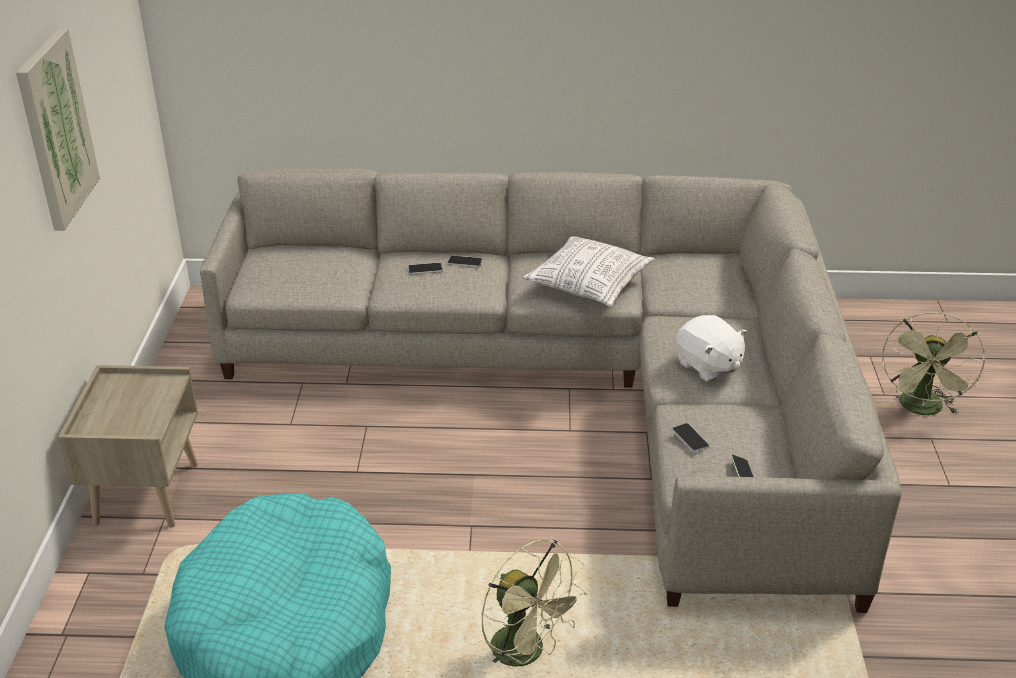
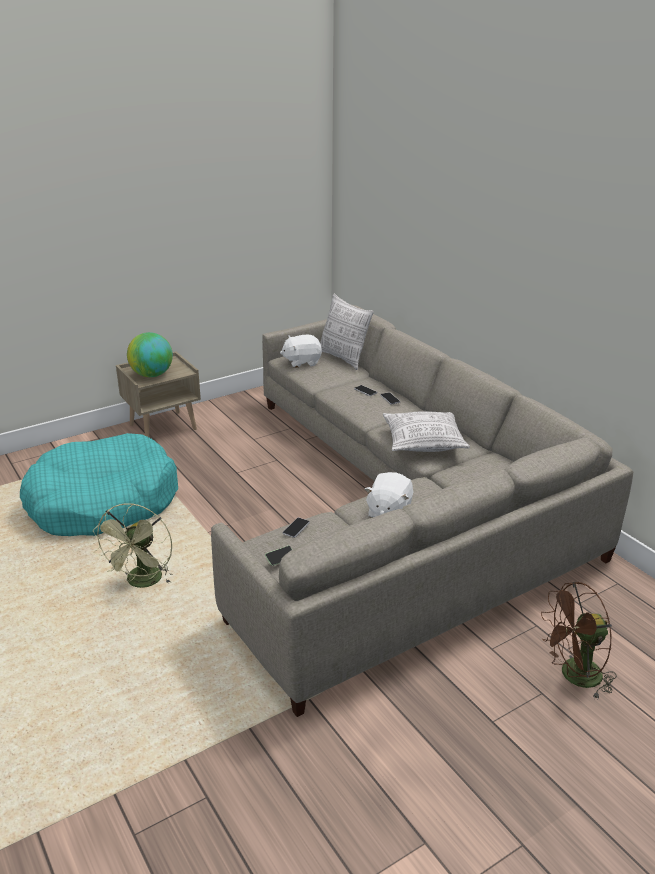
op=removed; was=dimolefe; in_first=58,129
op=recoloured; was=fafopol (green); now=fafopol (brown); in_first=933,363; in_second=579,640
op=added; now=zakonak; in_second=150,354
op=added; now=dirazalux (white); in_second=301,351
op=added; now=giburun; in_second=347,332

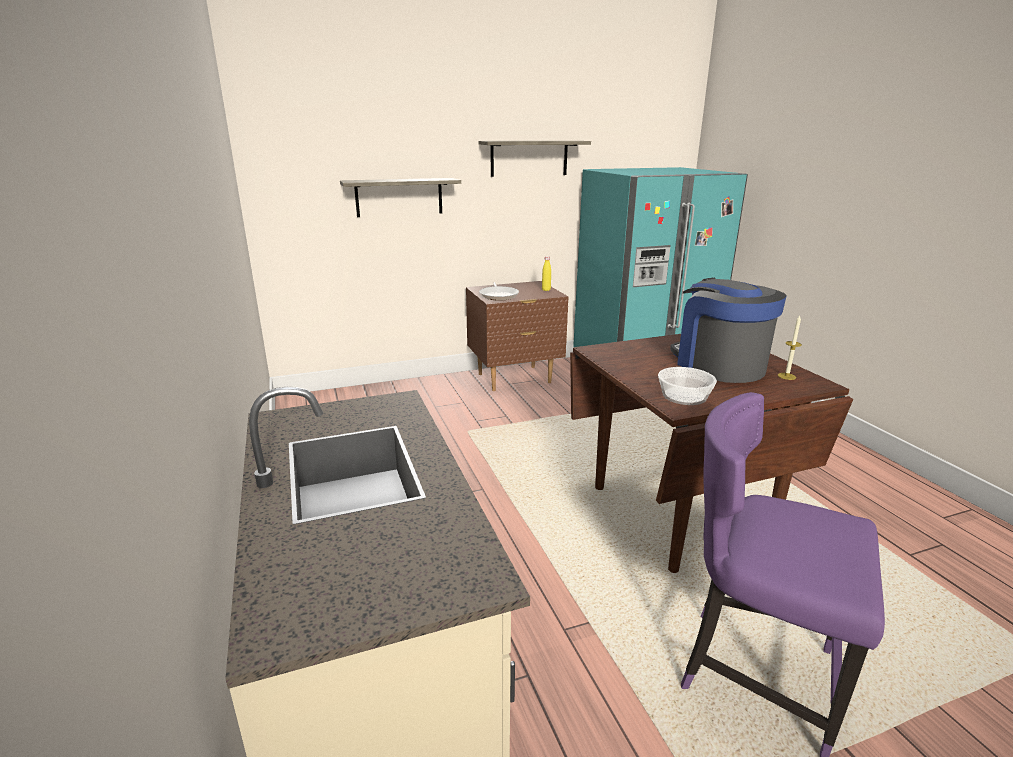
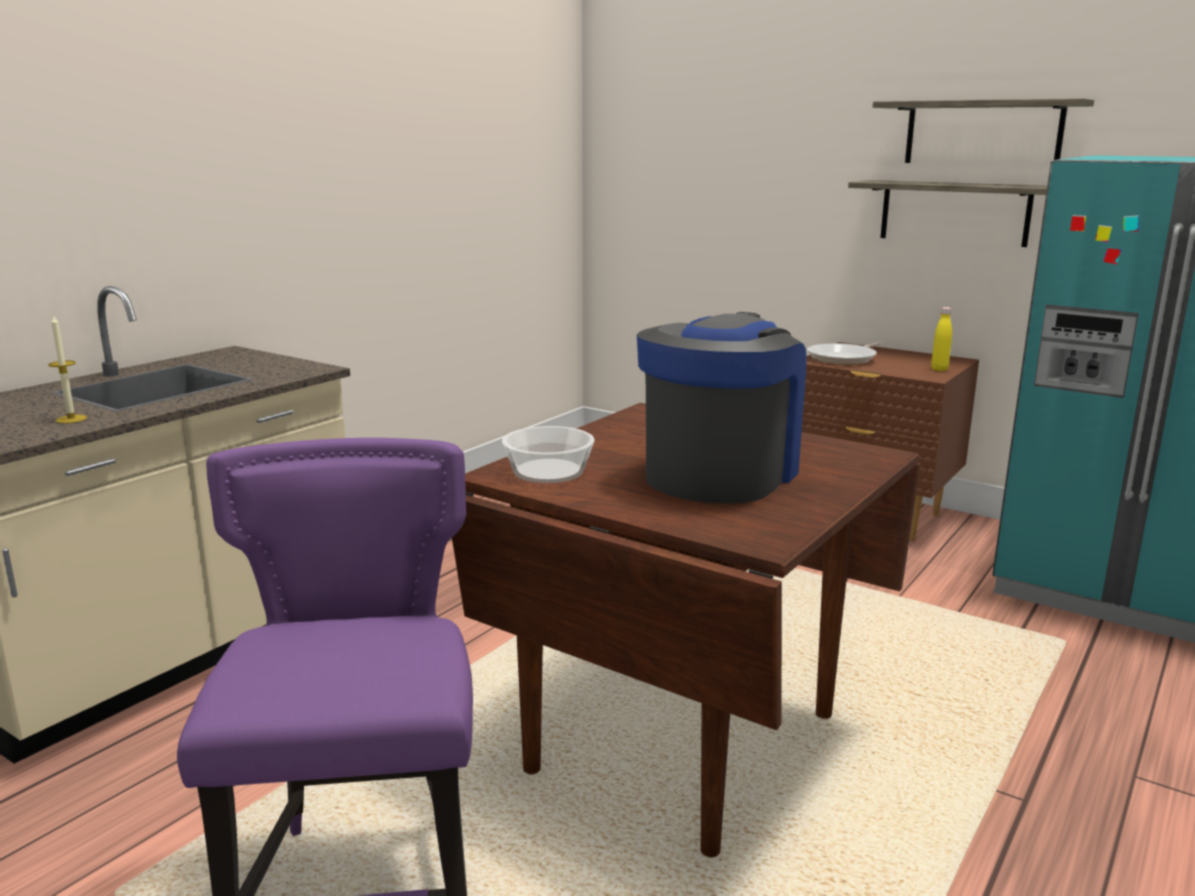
op=moved; was=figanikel; in_first=400,197; in_second=947,213
op=moved; was=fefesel; in_first=790,348; in_second=67,368

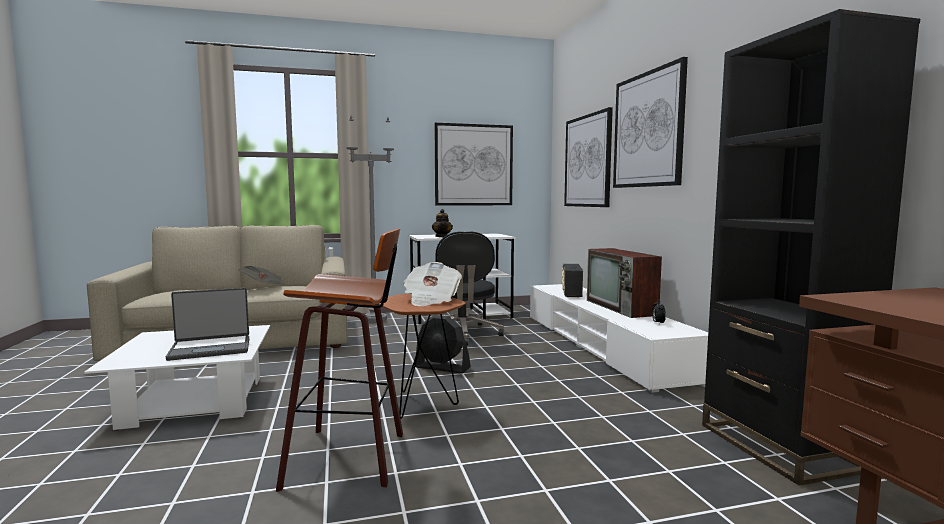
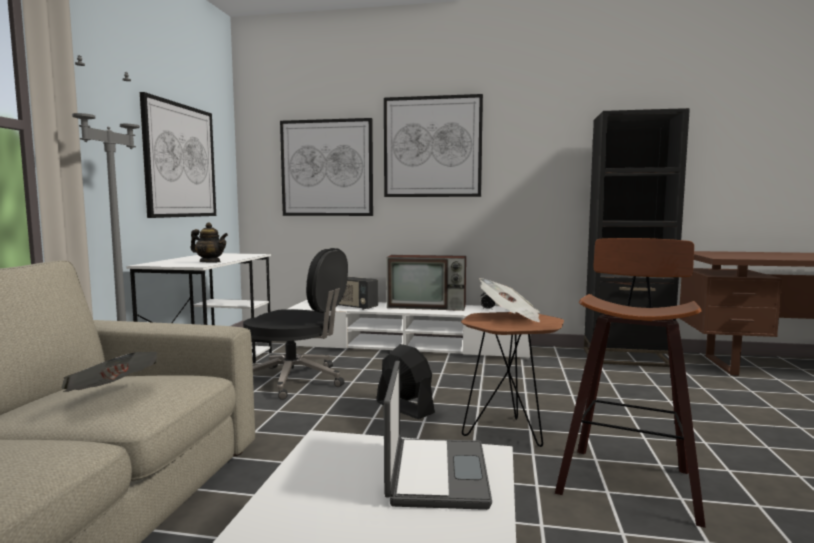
op=turned; was=fafopol (black); in_first=443,344; in_second=405,381; clockwise=-90

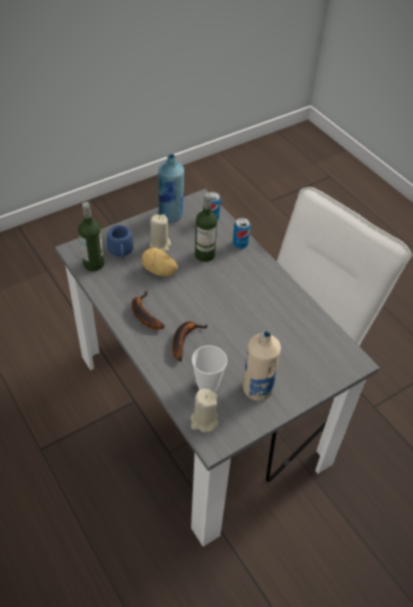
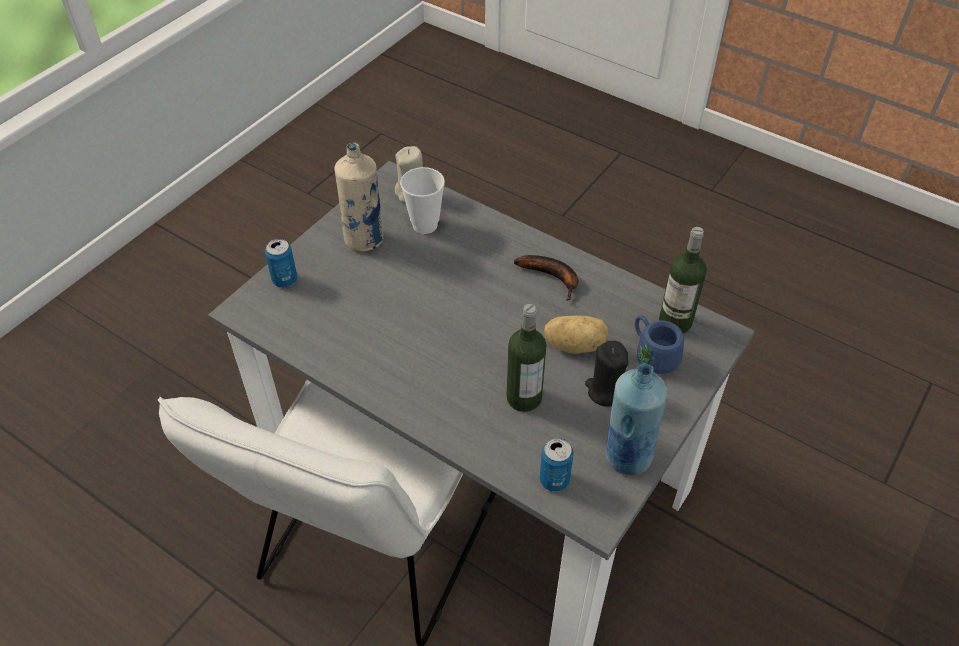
op=recoloured; was=fefesel (beige); now=fefesel (black); in_first=160,233; in_second=606,374
op=removed; was=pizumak; in_first=190,341
op=moved; was=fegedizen; in_first=242,233; in_second=281,263

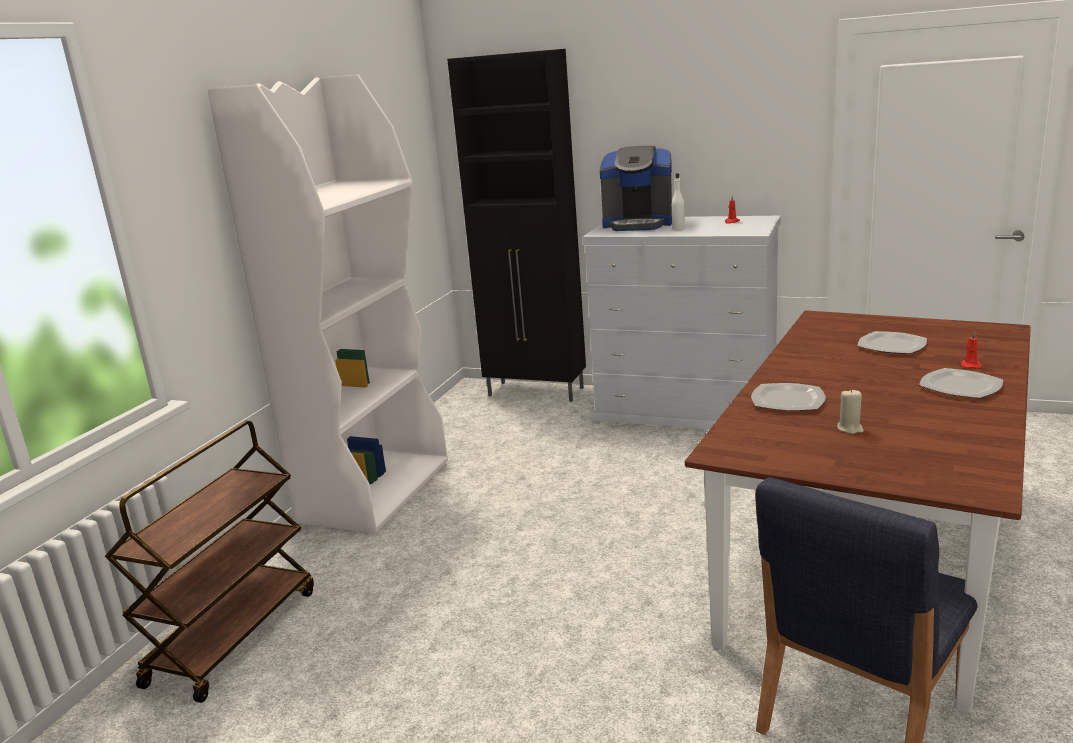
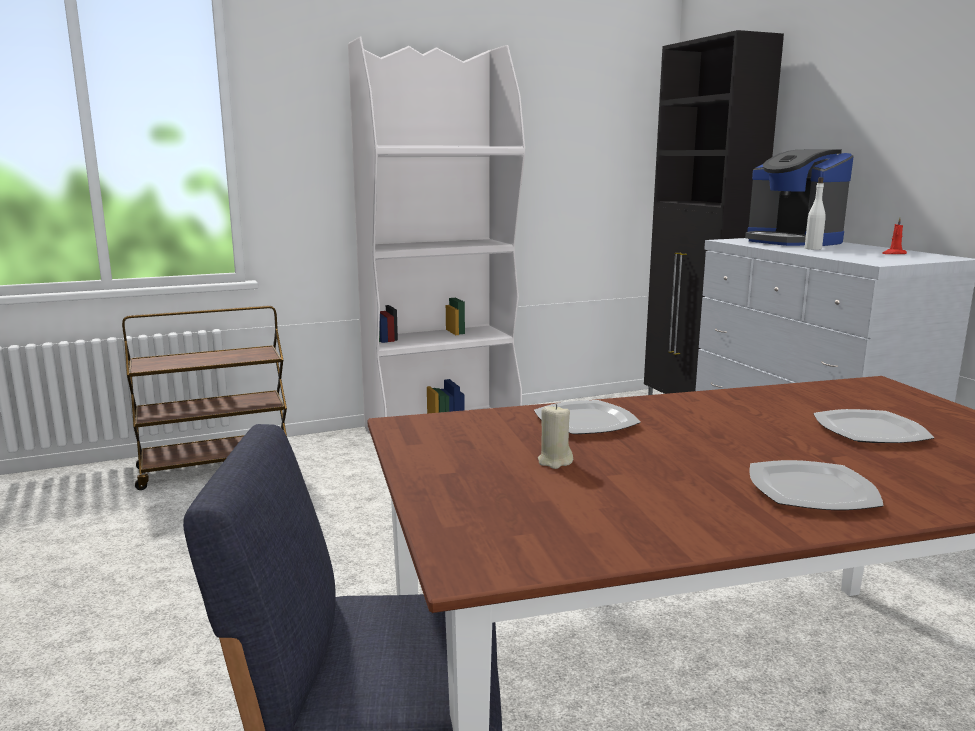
op=removed; was=fefesel (red); in_first=971,350

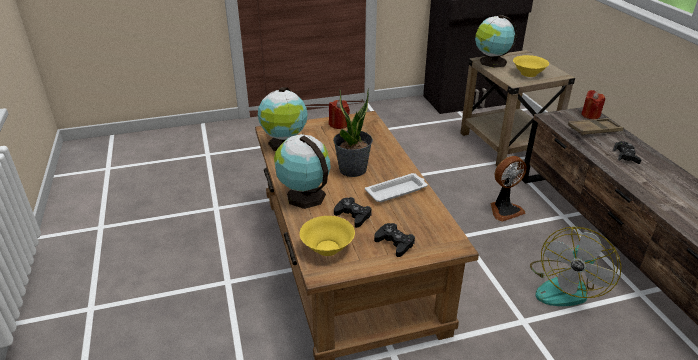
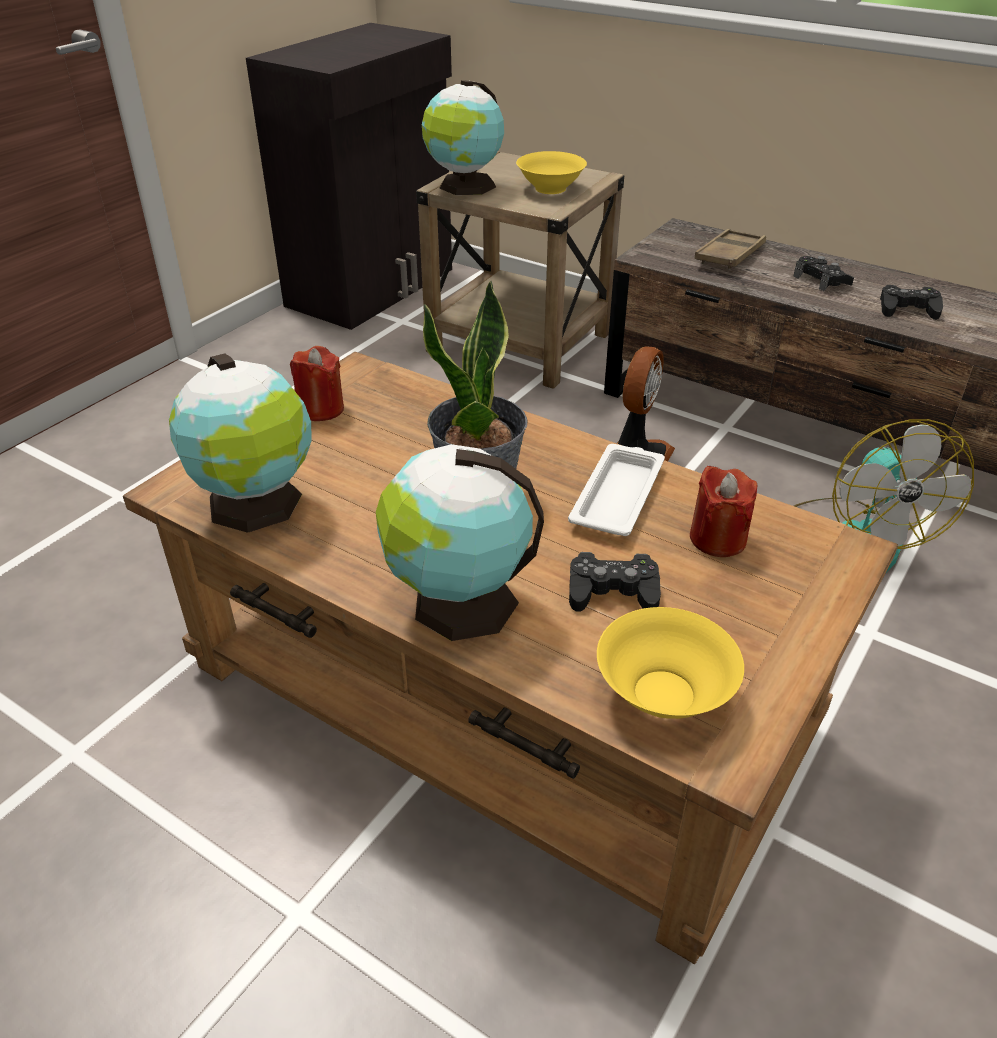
op=moved; was=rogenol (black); in_first=394,240; in_second=911,302
op=moved; was=fefesel (red); in_first=593,104; in_second=723,511

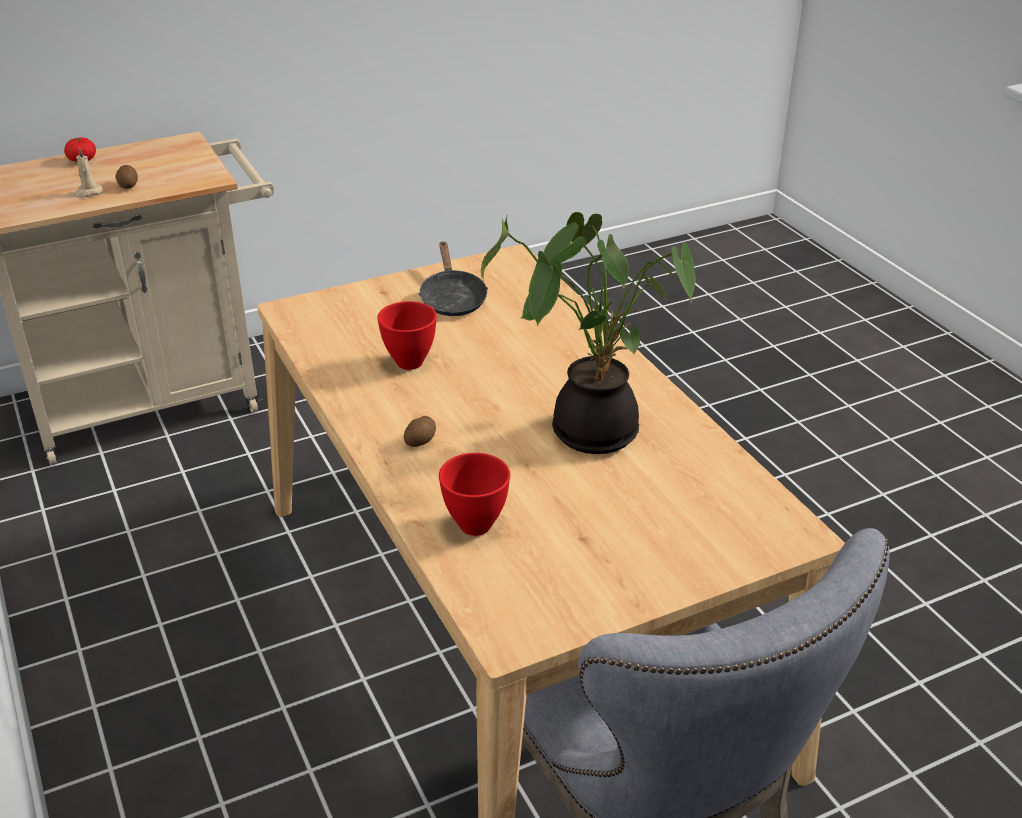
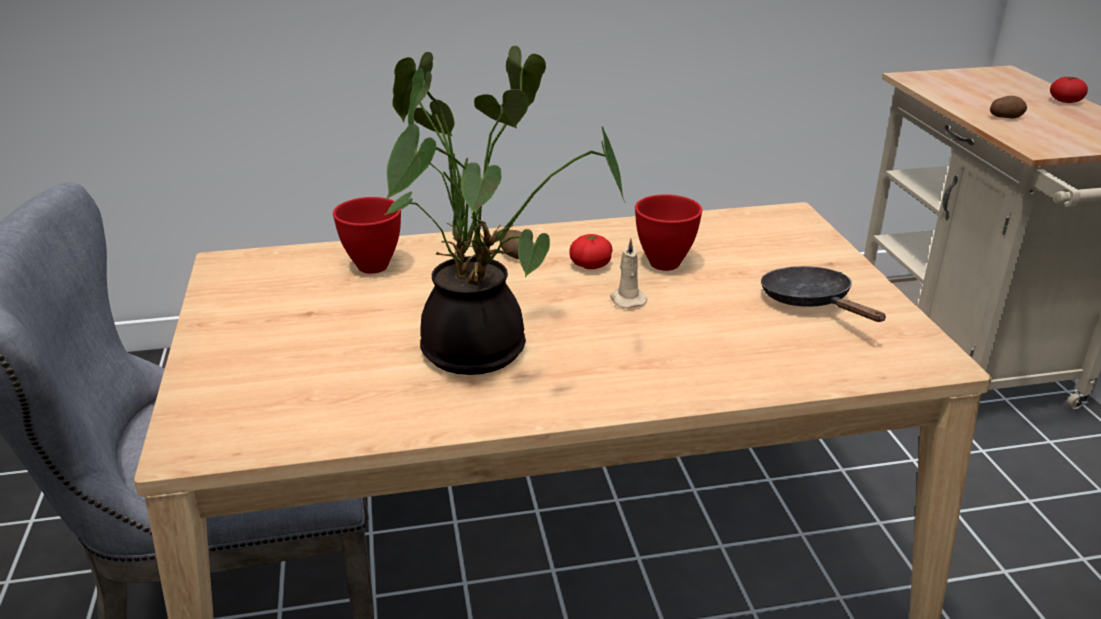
op=moved; was=fefesel (beige); in_first=88,172; in_second=629,273
op=turned; was=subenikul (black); in_first=453,278; in_second=823,294; clockwise=60
op=added; now=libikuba; in_second=590,251

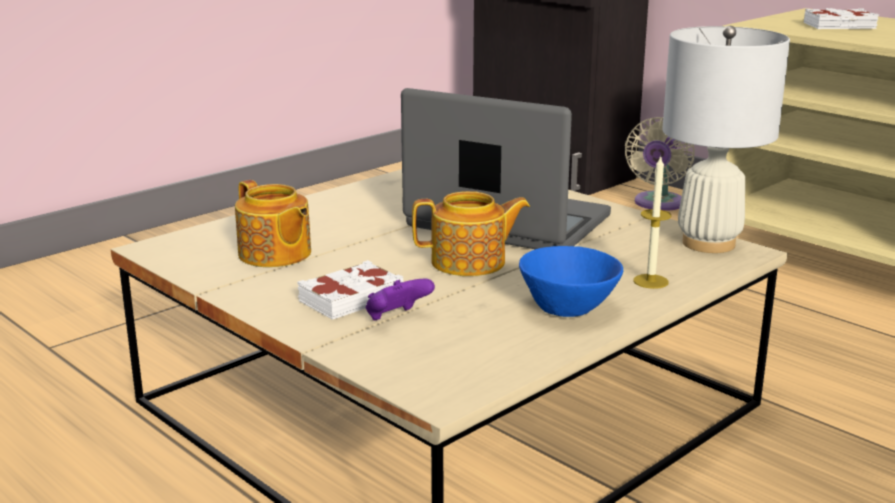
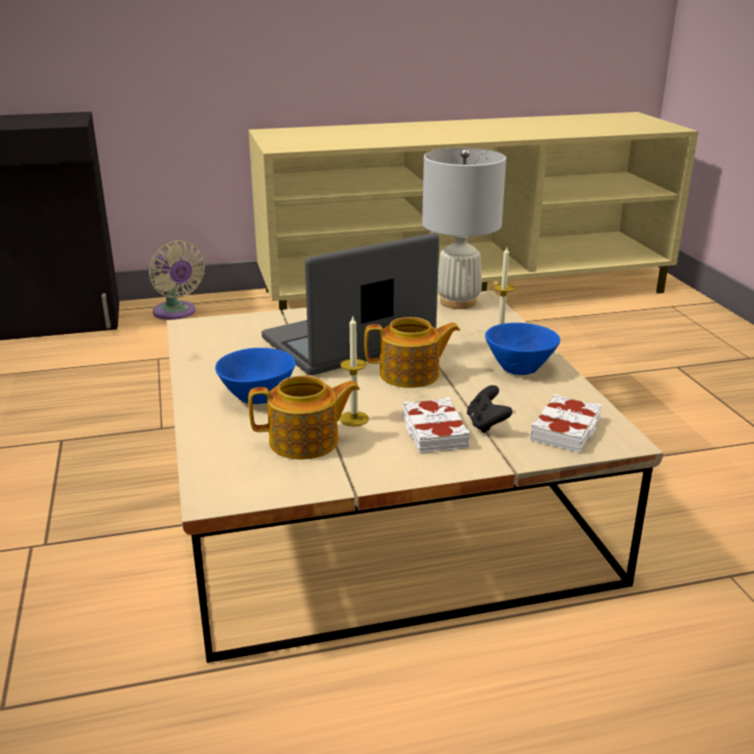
op=recoloured; was=rogenol (purple); now=rogenol (black); in_first=400,299; in_second=489,409
op=turned; was=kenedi; in_first=471,233; in_second=412,352; clockwise=60
op=moved; was=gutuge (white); in_first=841,18; in_second=566,423
op=added; now=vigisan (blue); in_second=255,376
op=added; now=fefesel; in_second=354,371

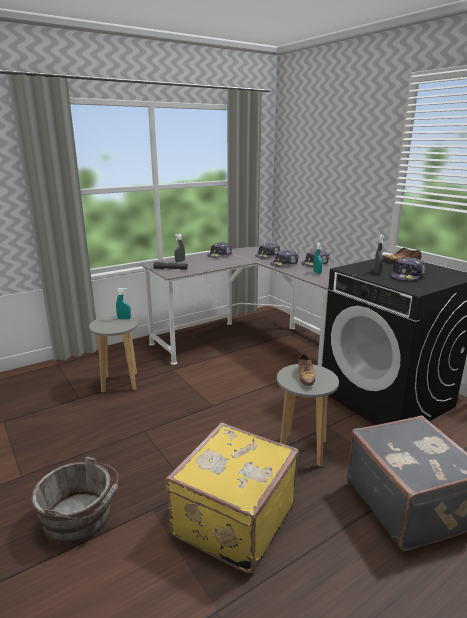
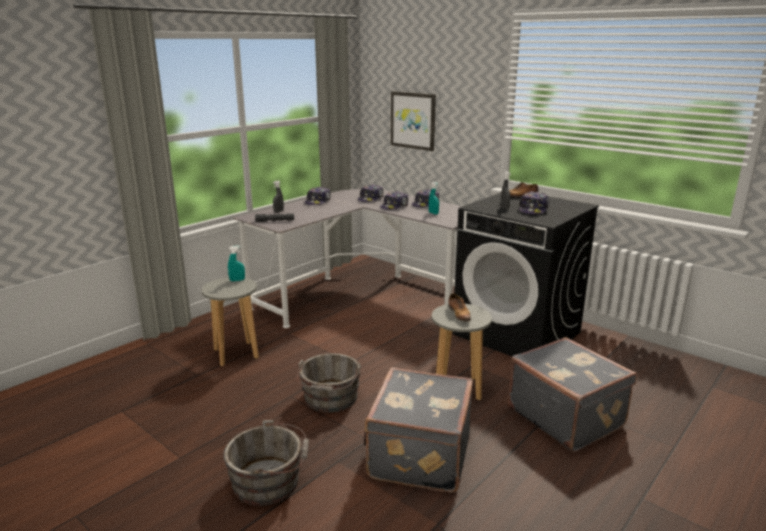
op=recoloured; was=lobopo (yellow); now=lobopo (grey); in_first=232,498; in_second=418,430
op=added; now=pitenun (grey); in_second=329,383
op=added; now=dimolefe; in_second=413,121

